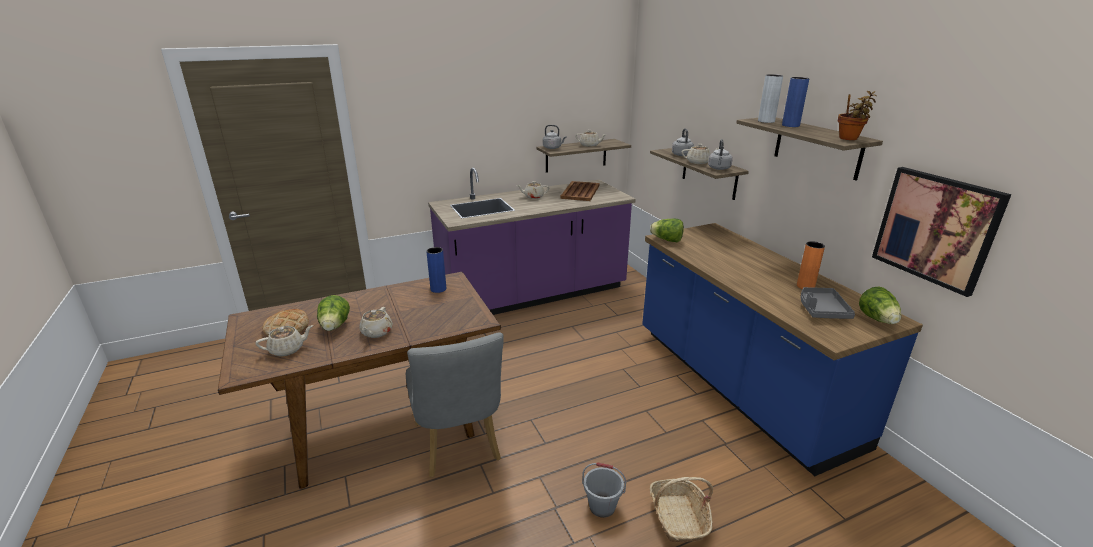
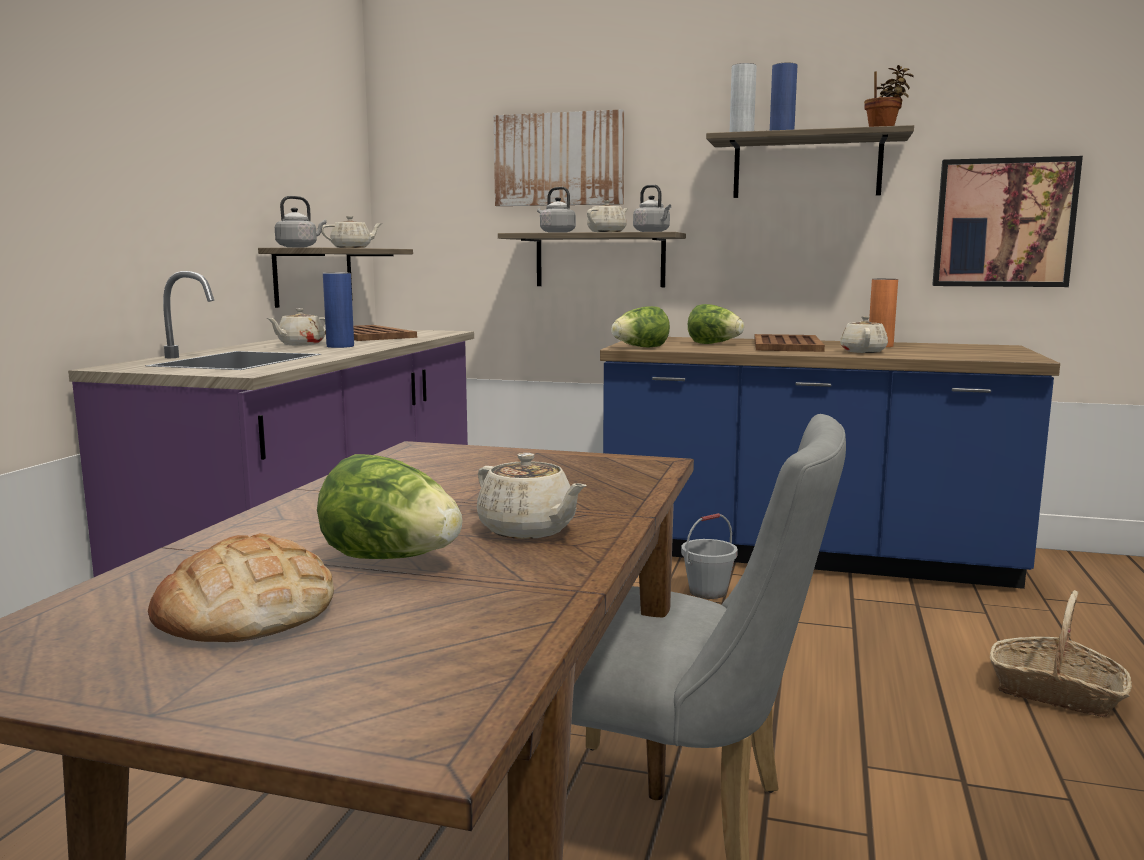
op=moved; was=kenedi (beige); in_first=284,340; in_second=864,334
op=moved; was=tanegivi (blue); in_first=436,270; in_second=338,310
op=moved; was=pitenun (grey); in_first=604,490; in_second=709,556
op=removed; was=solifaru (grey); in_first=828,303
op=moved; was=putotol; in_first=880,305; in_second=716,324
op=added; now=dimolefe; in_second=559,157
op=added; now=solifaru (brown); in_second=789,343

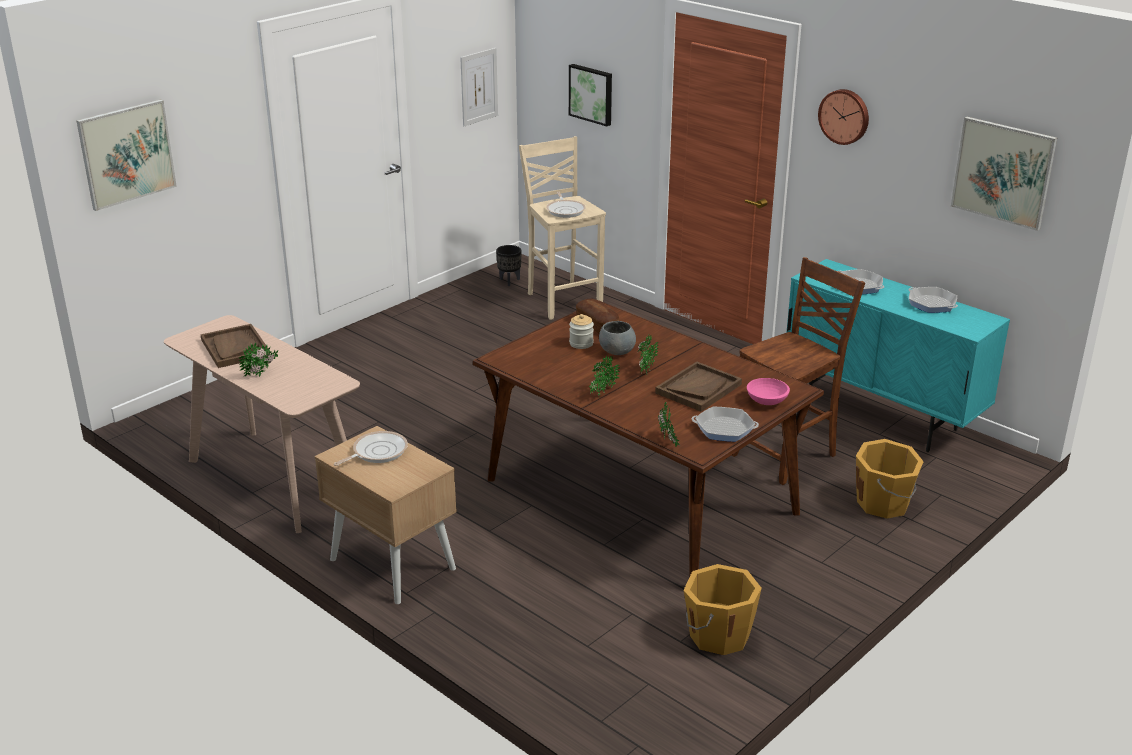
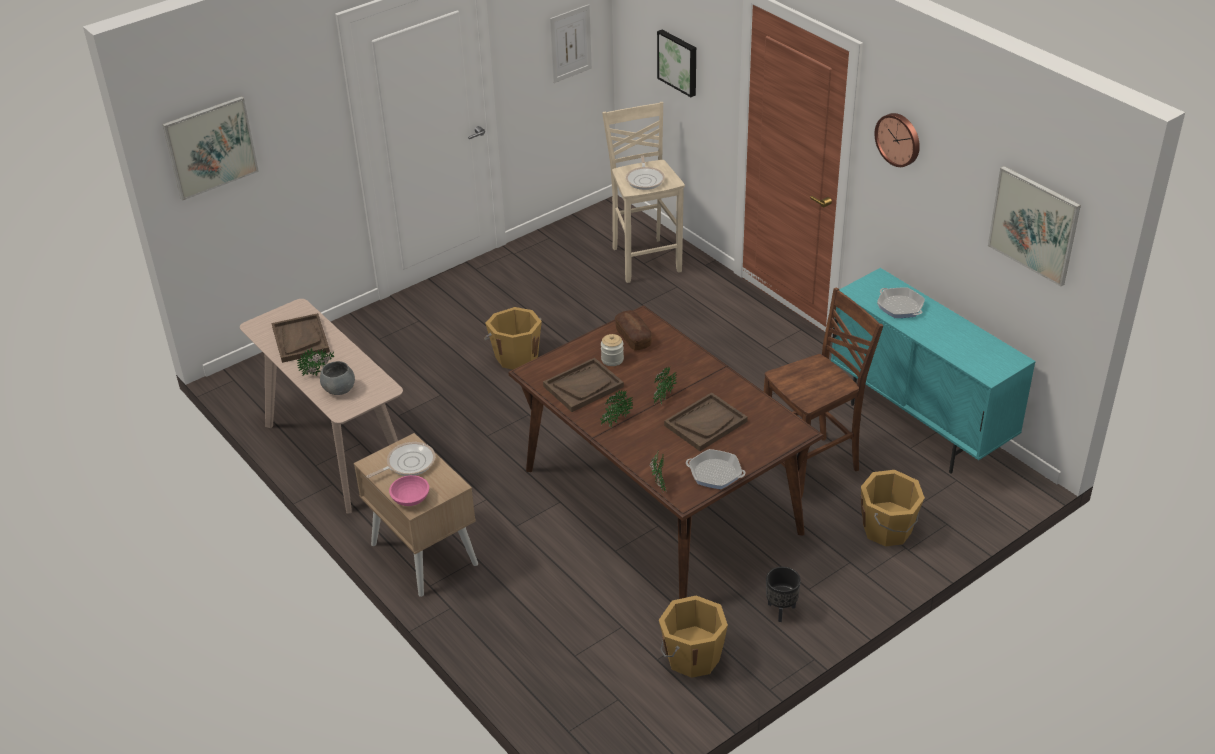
op=moved; was=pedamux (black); in_first=509,265; in_second=783,594
op=moved; was=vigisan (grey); in_first=617,338; in_second=337,378
op=moved; was=vigisan (pink); in_first=768,391; in_second=409,490
op=removed; was=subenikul; in_first=933,300
op=added; now=pitenun (orange); in_second=513,338
op=added; now=solifaru (brown); in_second=583,385

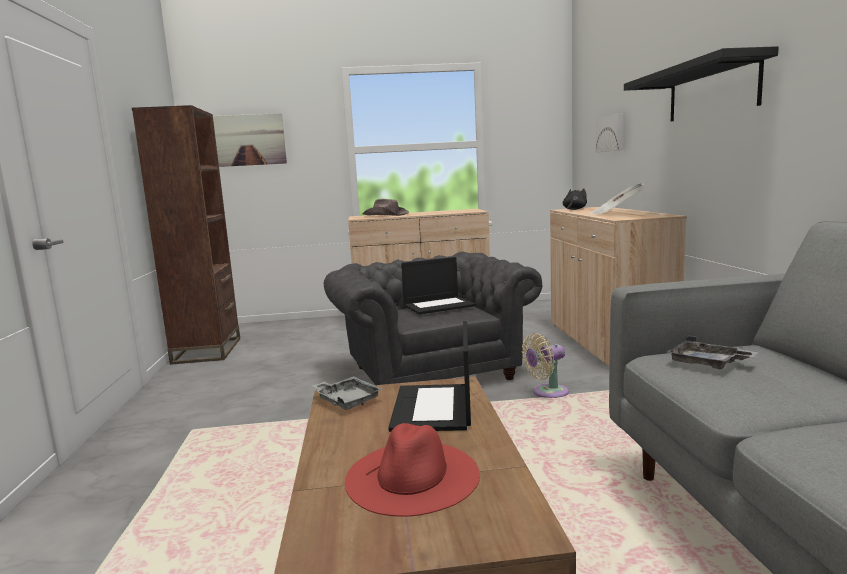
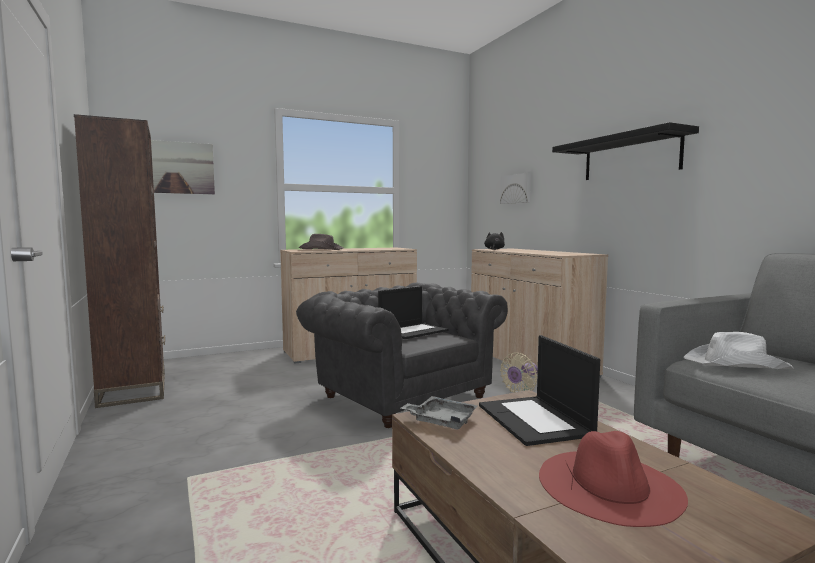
op=removed; was=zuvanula; in_first=617,199
op=replaced; was=solifaru (grey); now=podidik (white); in_first=713,352; in_second=739,350

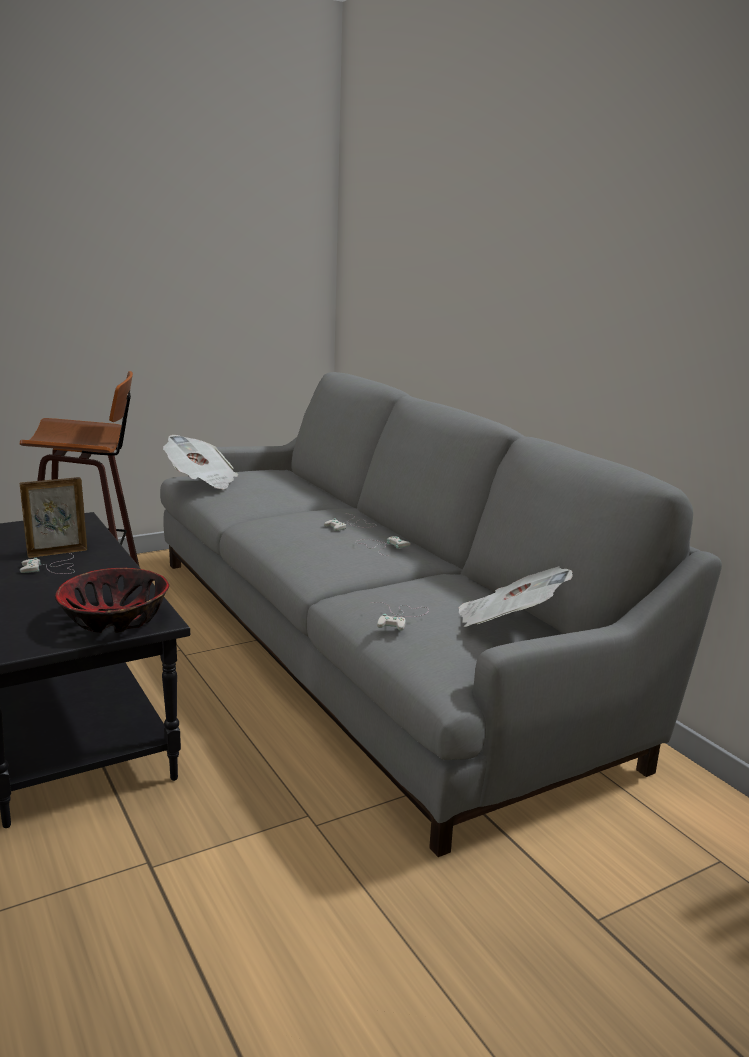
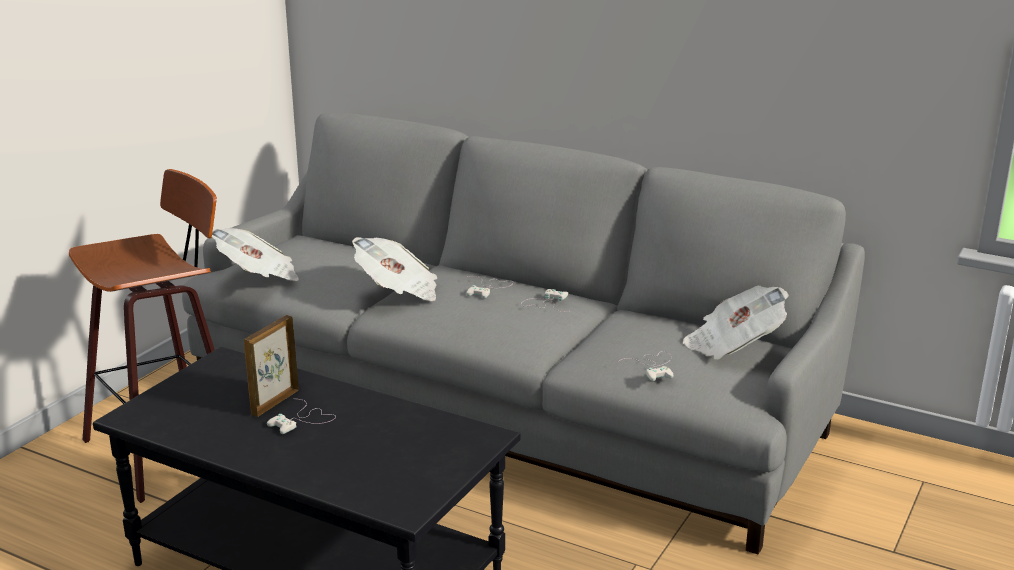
op=removed; was=vigisan; in_first=112,600
op=added; now=zuvanula; in_second=394,269

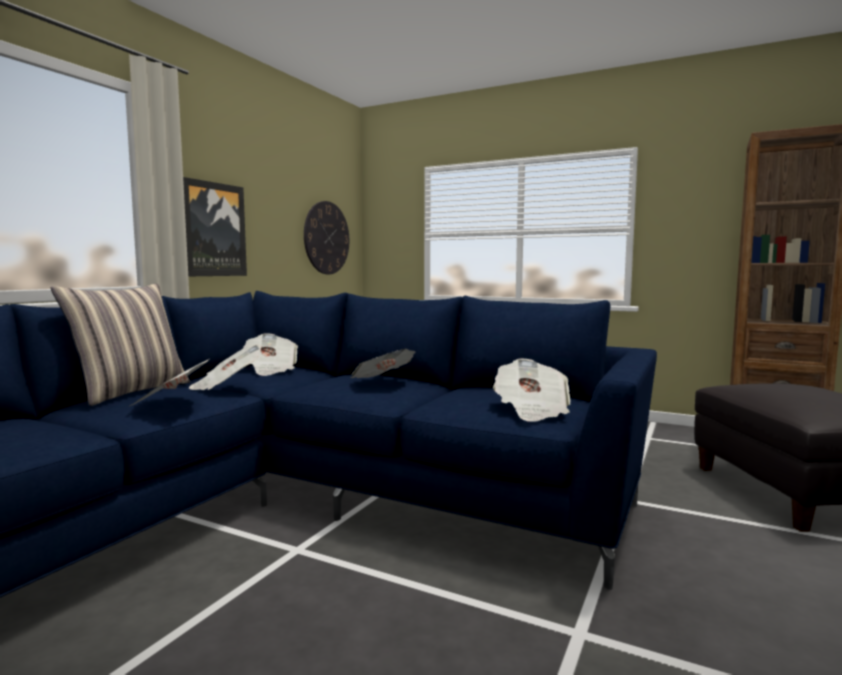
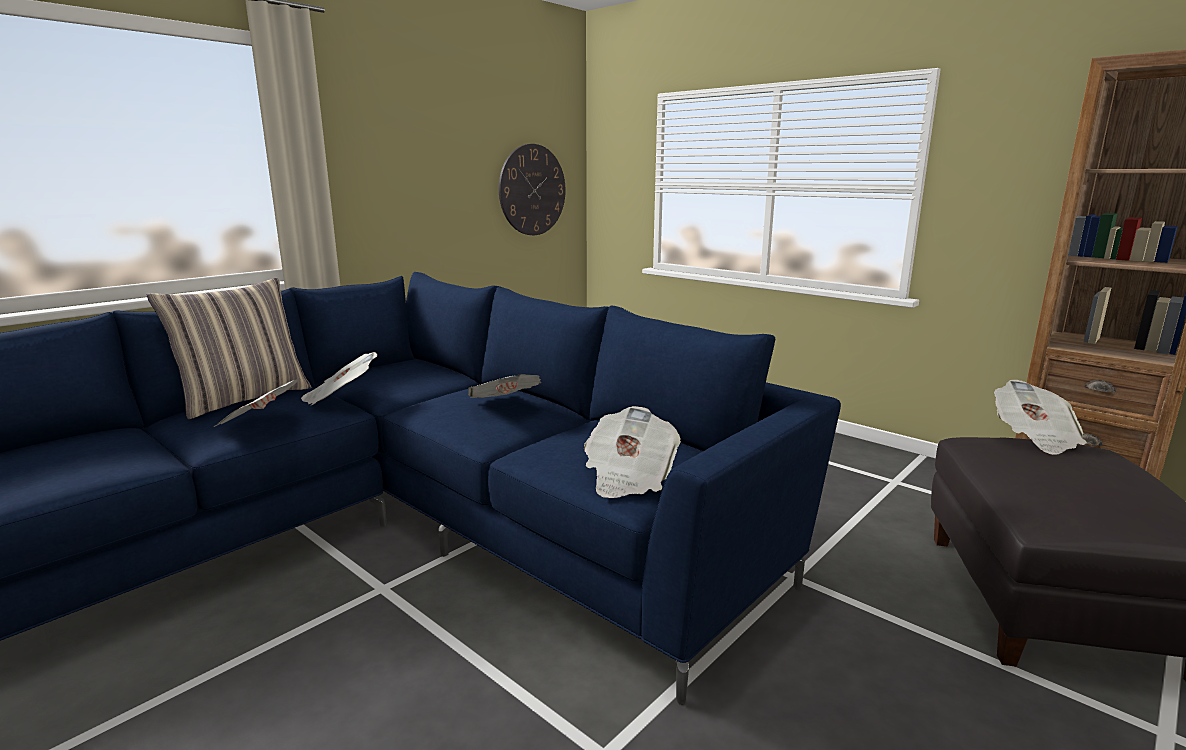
op=removed; was=dimolefe; in_first=215,226
op=moved; was=zuvanula; in_first=270,354; in_second=1040,417

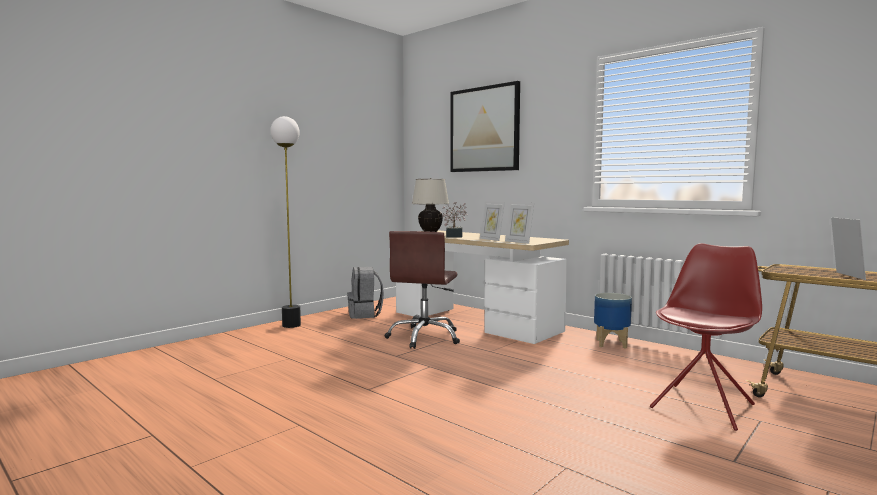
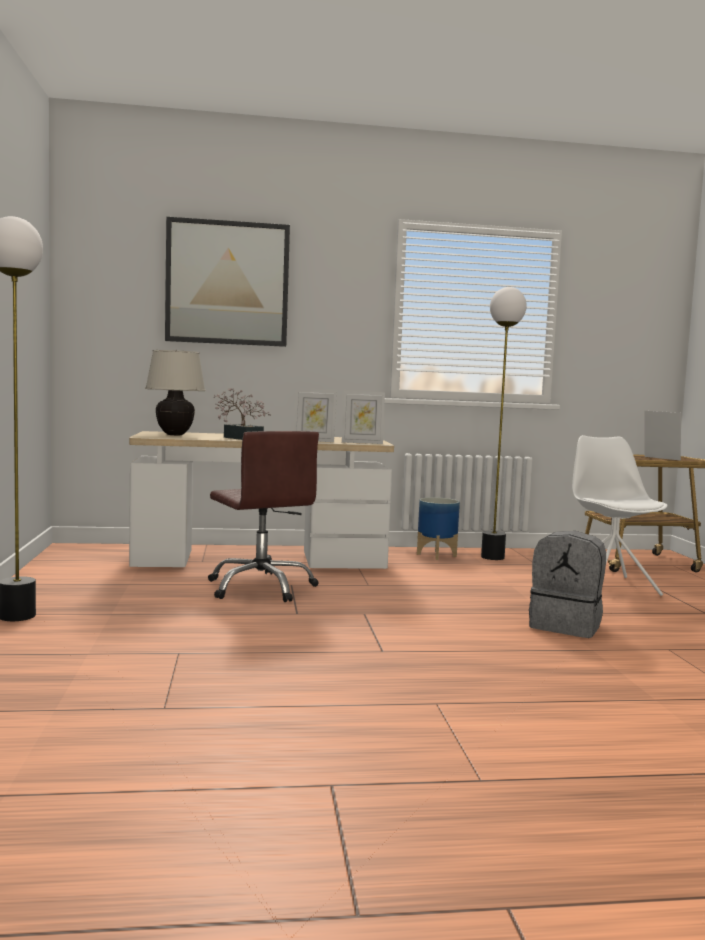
op=moved; was=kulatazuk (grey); in_first=365,293; in_second=567,584
op=recoloured; was=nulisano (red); now=nulisano (white); in_first=706,337; in_second=620,515
op=added; now=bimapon; in_second=504,423

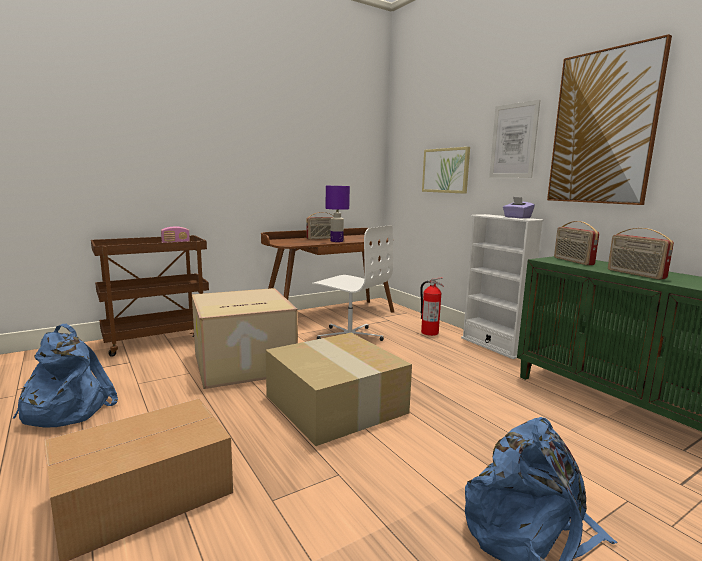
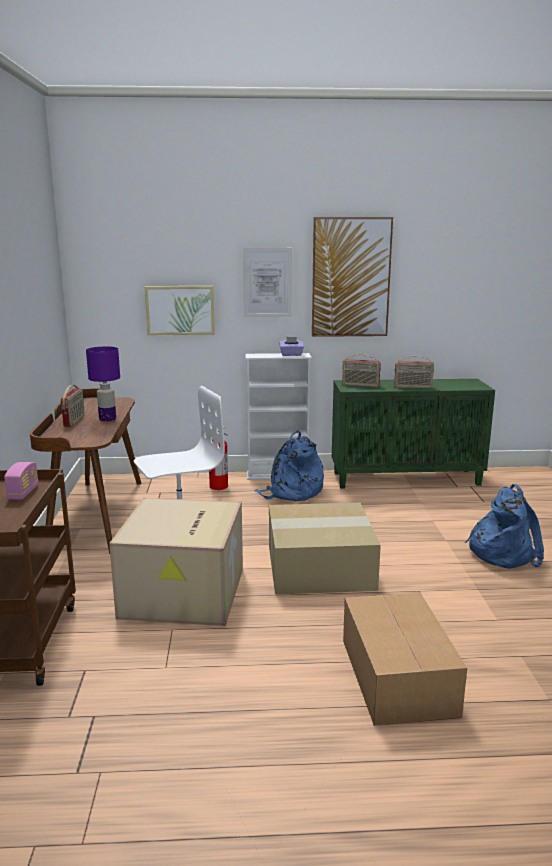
op=moved; was=kulatazuk (blue); in_first=65,376; in_second=289,466

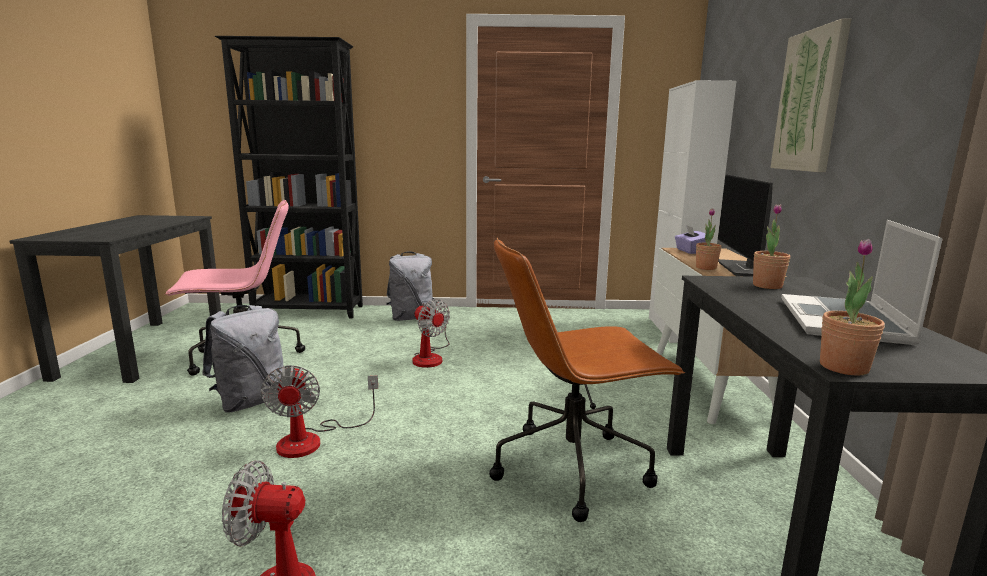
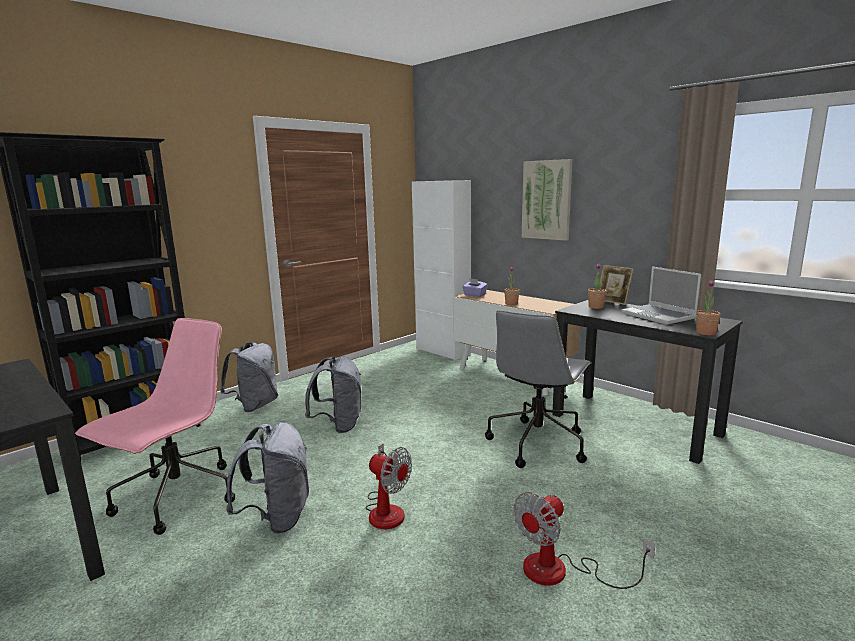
op=replaced; was=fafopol; now=kulatazuk (grey); in_first=431,333; in_second=333,394
op=recoloured; was=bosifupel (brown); now=bosifupel (grey); in_first=587,380; in_second=538,389
op=removed; was=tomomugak; in_first=745,225
op=added; now=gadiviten; in_second=617,285

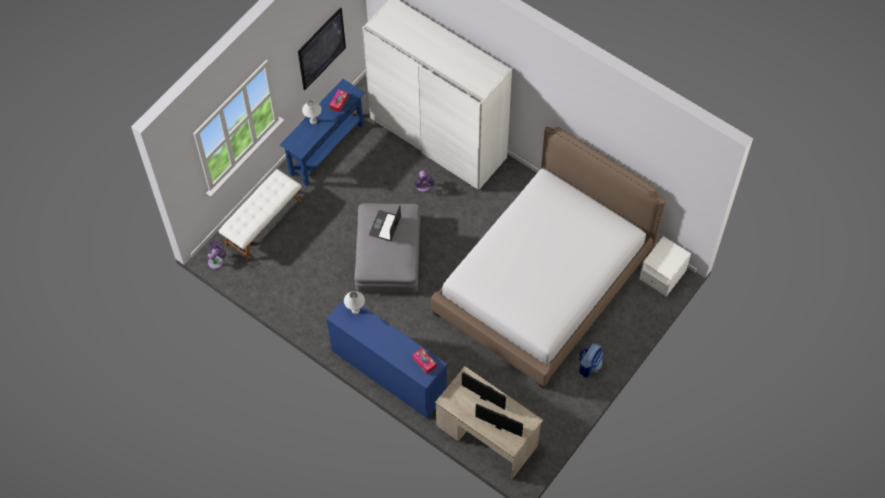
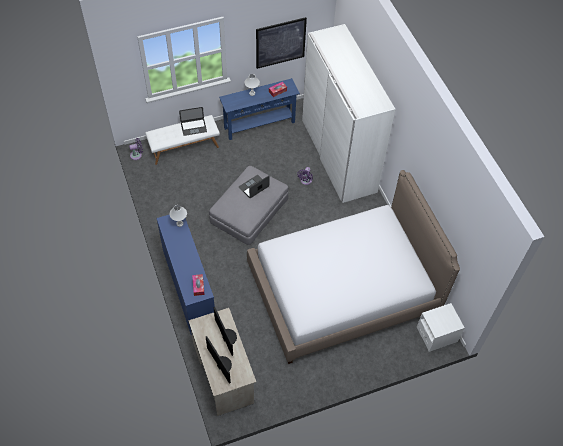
op=removed; was=kulatazuk; in_first=591,360
op=added; now=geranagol; in_second=193,121

